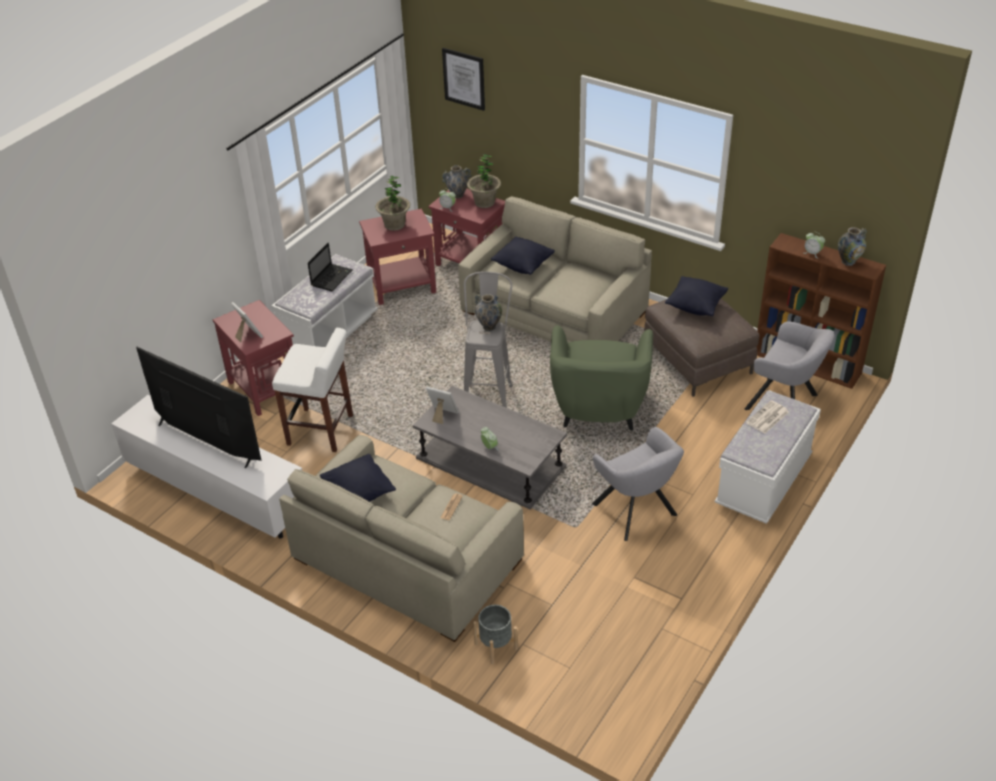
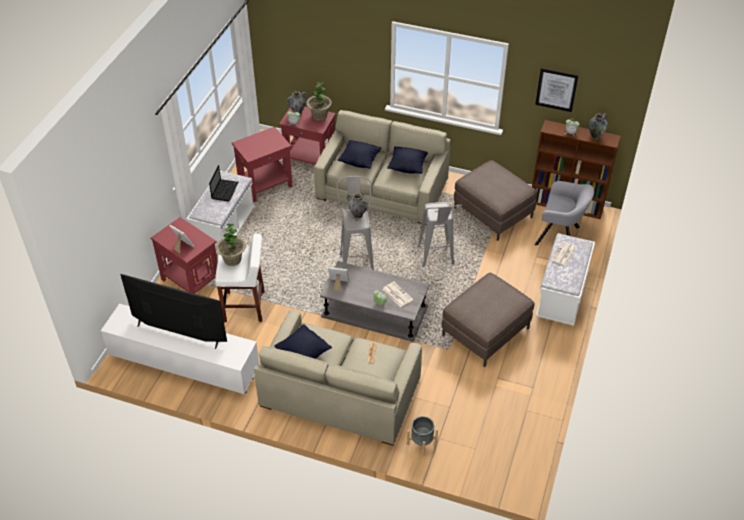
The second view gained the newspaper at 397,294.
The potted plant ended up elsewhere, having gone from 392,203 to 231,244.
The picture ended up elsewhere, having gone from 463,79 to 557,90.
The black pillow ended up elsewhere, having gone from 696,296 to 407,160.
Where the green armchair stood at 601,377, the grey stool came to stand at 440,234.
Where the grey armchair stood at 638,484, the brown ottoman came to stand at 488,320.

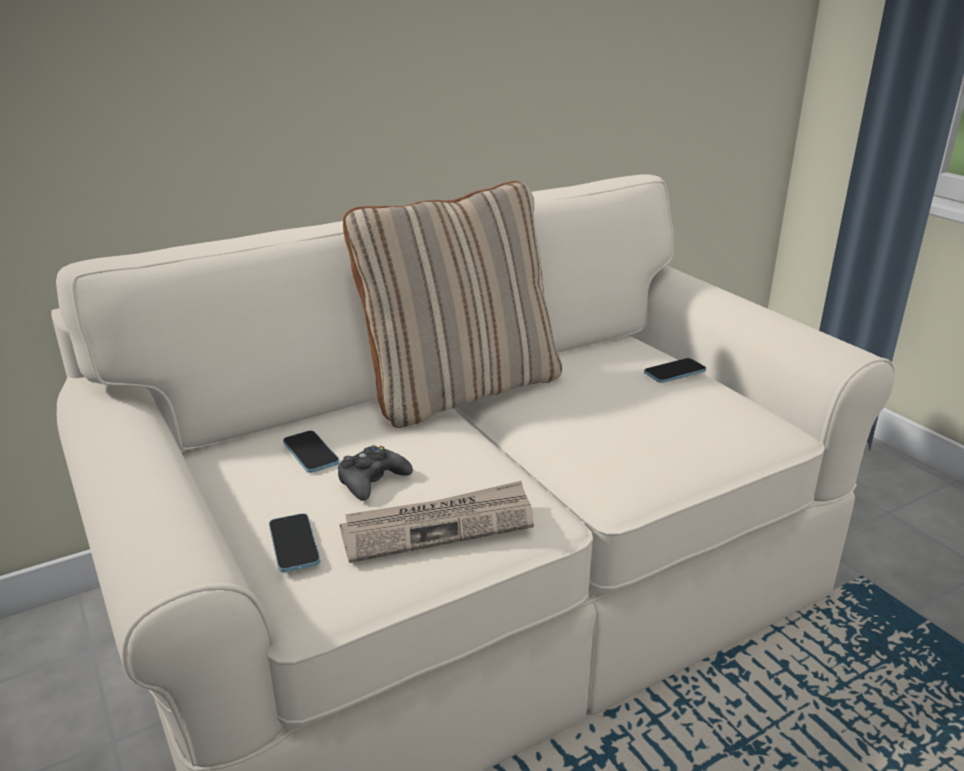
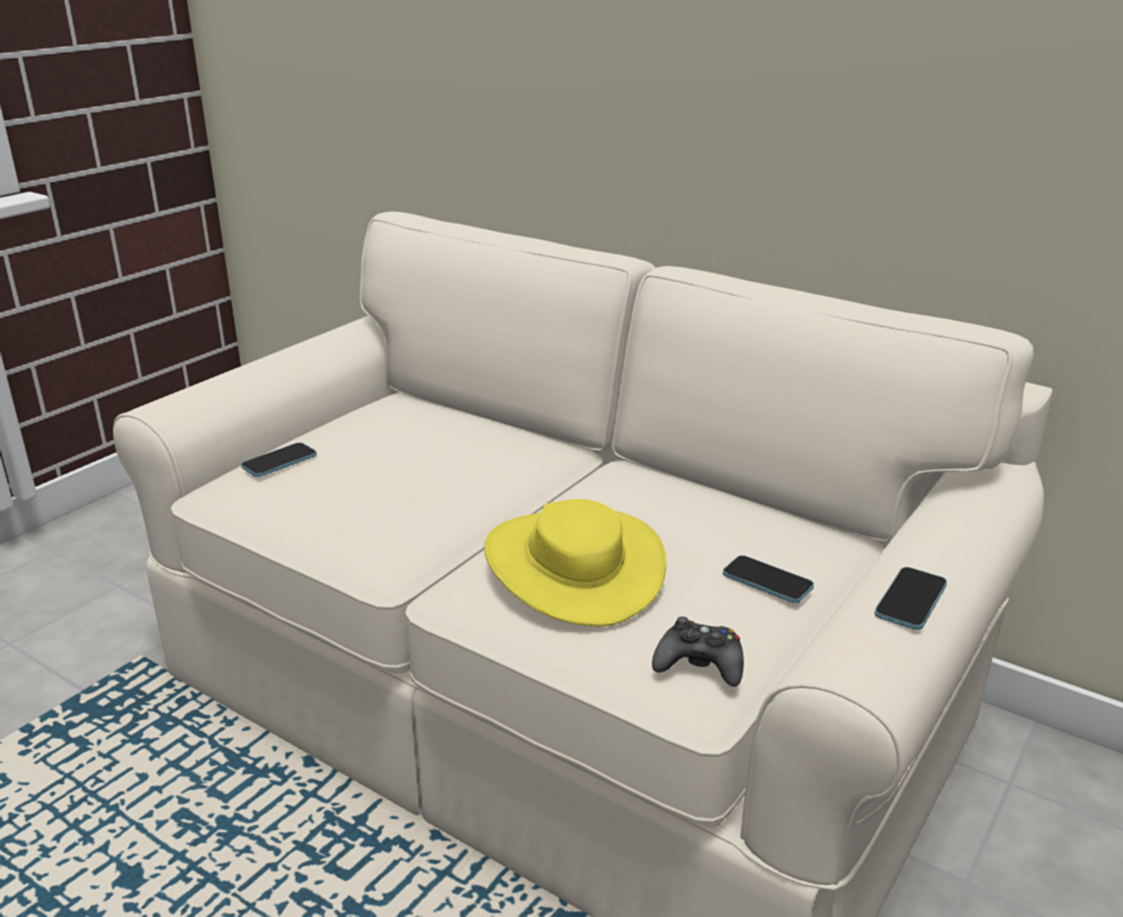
The second view lost the newspaper at 437,522.
The second view lost the beige pillow at 452,304.
The second view gained the yellow hat at 575,563.
The phone ended up elsewhere, having gone from 311,451 to 910,598.
The black game controller ended up elsewhere, having gone from 375,473 to 698,652.

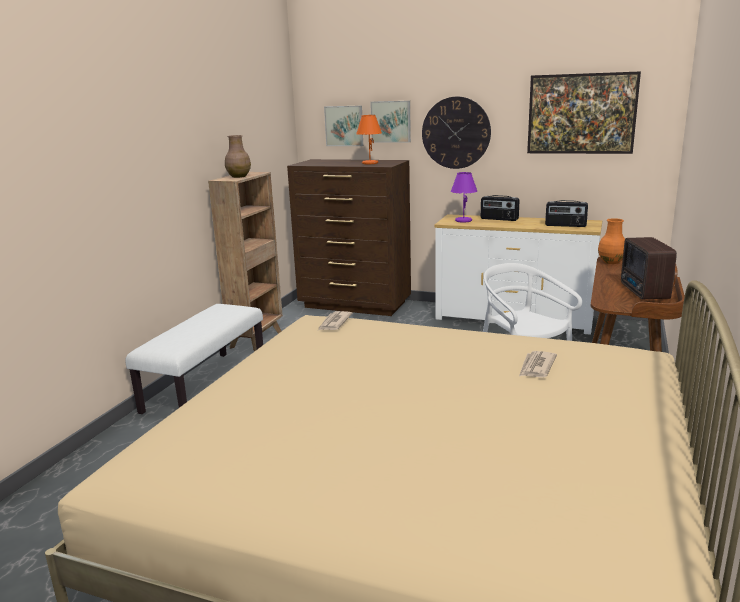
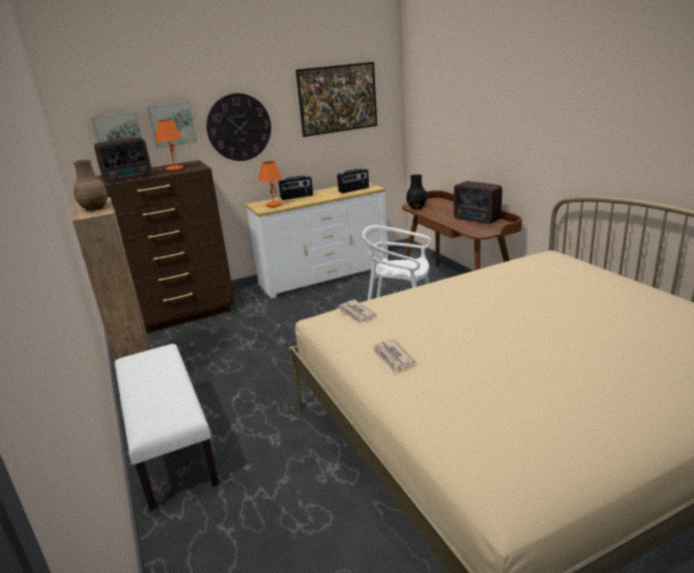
The second view gained the radio at 123,160.
The newspaper ended up elsewhere, having gone from 538,364 to 393,355.
What was the purple table lamp at 464,197 turned into the orange table lamp at 270,184.
What was the orange vase at 611,241 turned into the black vase at 416,191.

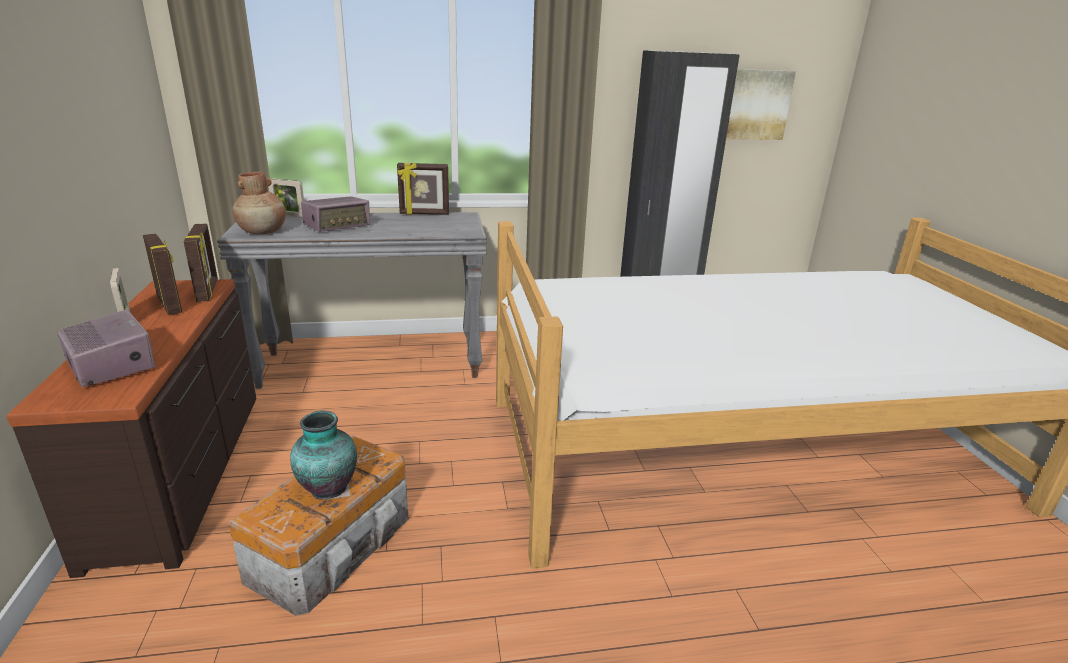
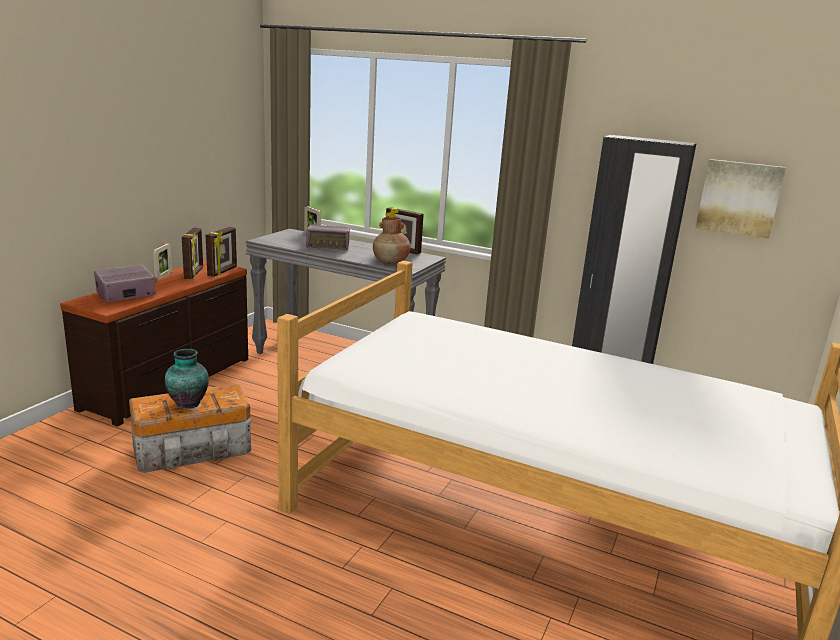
The brown vase ended up elsewhere, having gone from 259,203 to 391,240.
The radio at 106,348 ended up facing another way, 120 degrees counterclockwise from before.

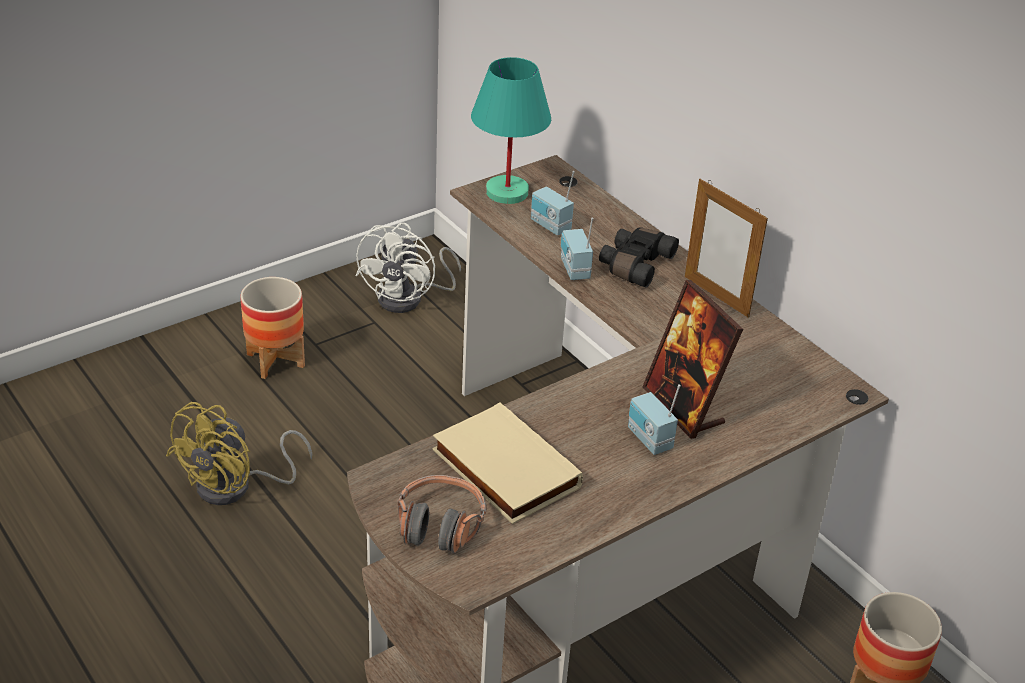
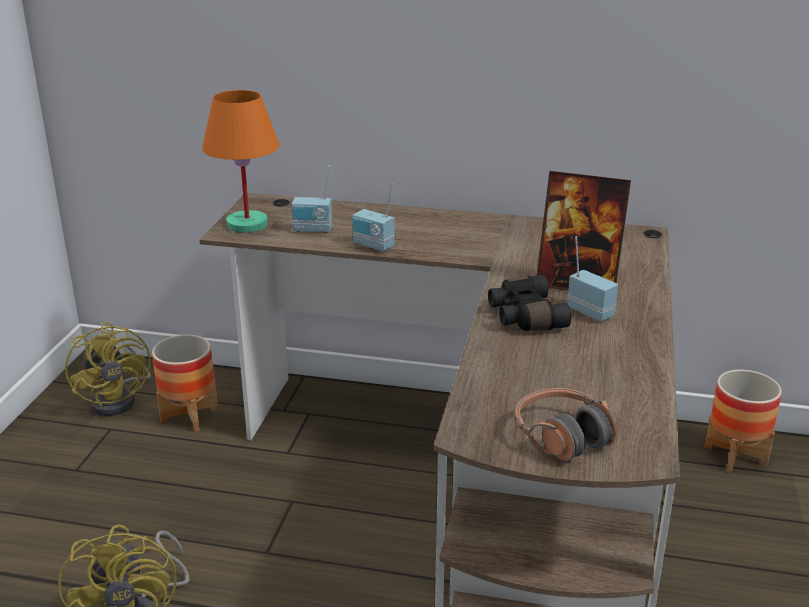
The second view lost the beige book at 507,463.
The second view lost the picture frame at 726,248.
The planter ended up elsewhere, having gone from 272,328 to 185,383.
The black binoculars ended up elsewhere, having gone from 639,257 to 529,303.
What was the white fan at 408,268 turned into the yellow fan at 108,369.
What was the turquoise table lamp at 511,130 turned into the orange table lamp at 241,161.
The radio at 654,419 ended up facing another way, 150 degrees counterclockwise from before.

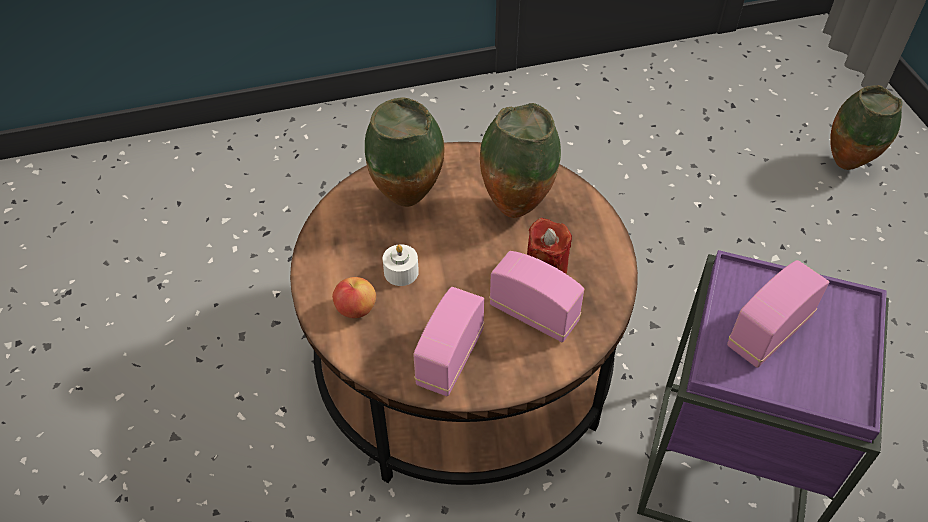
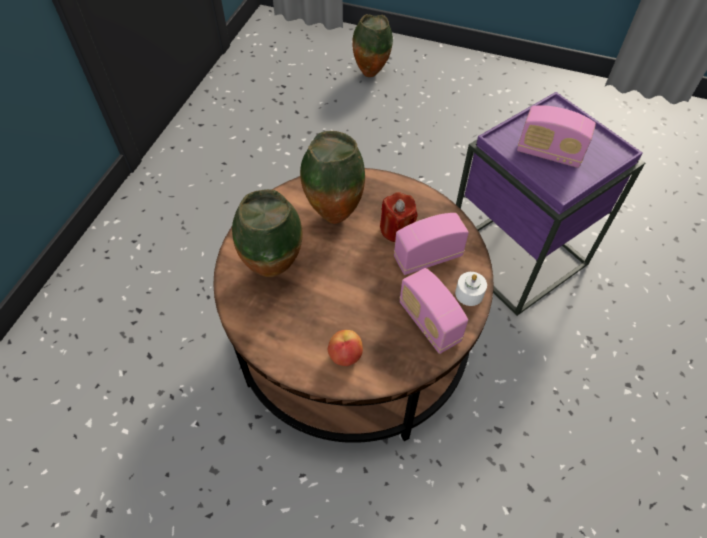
The white candle ended up elsewhere, having gone from 401,265 to 471,289.
The radio at 778,314 ended up facing another way, 60 degrees counterclockwise from before.

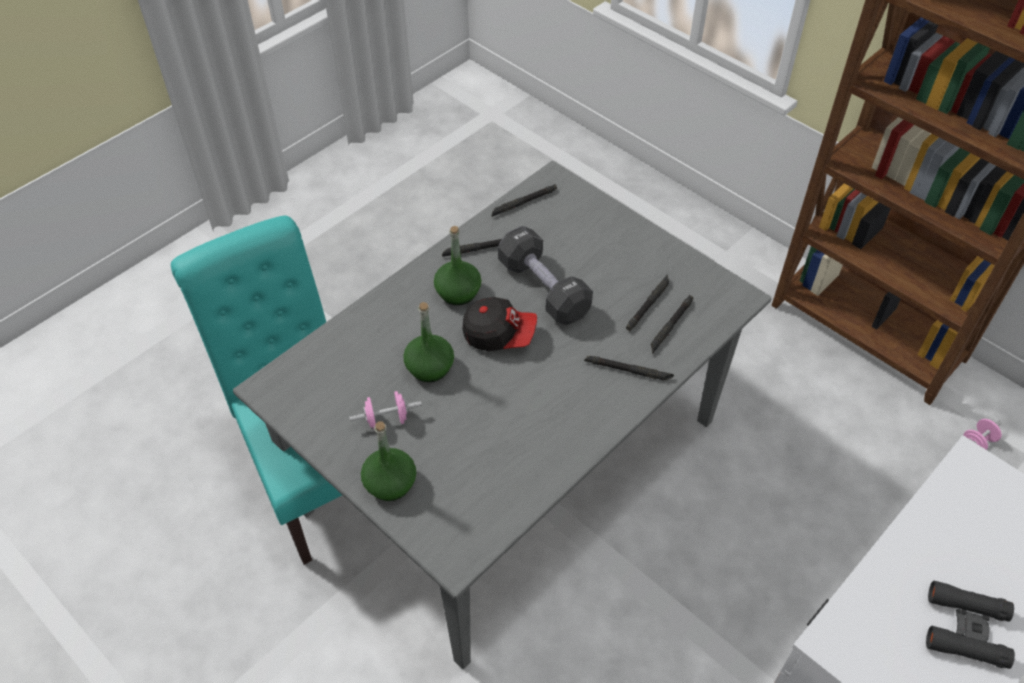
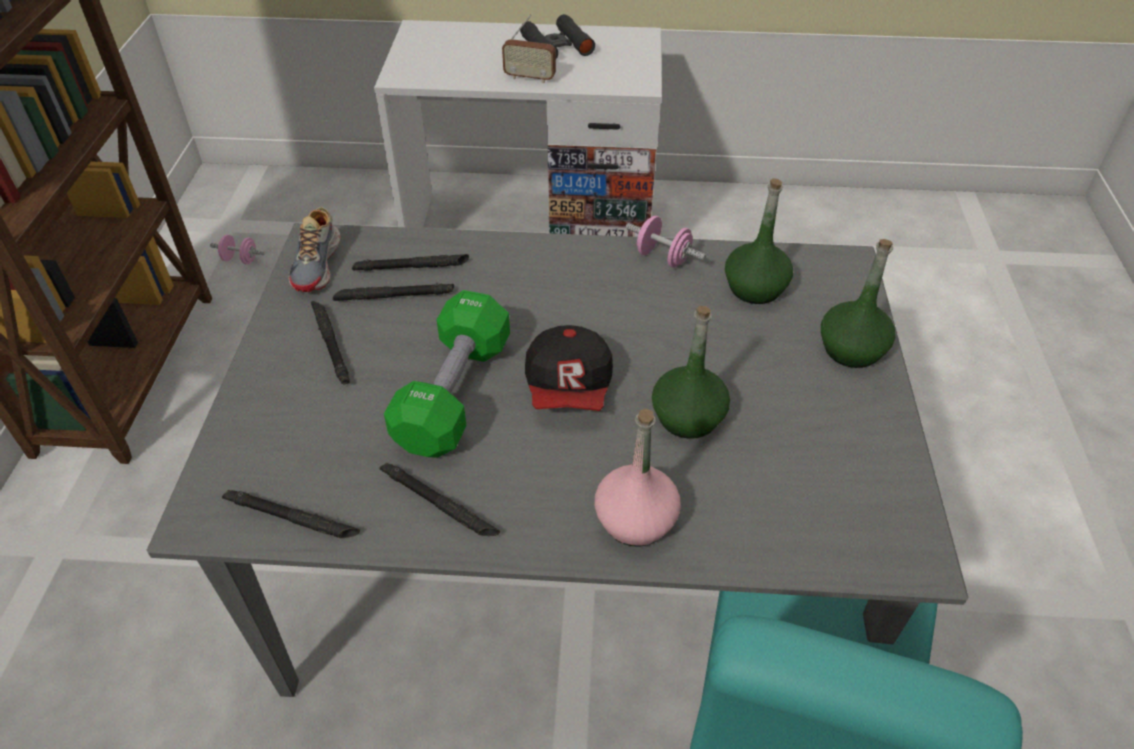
The second view gained the shoe at 315,249.
The second view gained the radio at 529,48.
The second view gained the pink bottle at 638,477.
The pink dumbbell ended up elsewhere, having gone from 385,410 to 666,242.
The green bottle ended up elsewhere, having gone from 457,265 to 759,241.
The black flashlight ended up elsewhere, having gone from 629,368 to 330,342.
What was the black dumbbell at 545,275 turned into the green dumbbell at 447,373.
The cap at 500,324 ended up facing another way, 150 degrees counterclockwise from before.

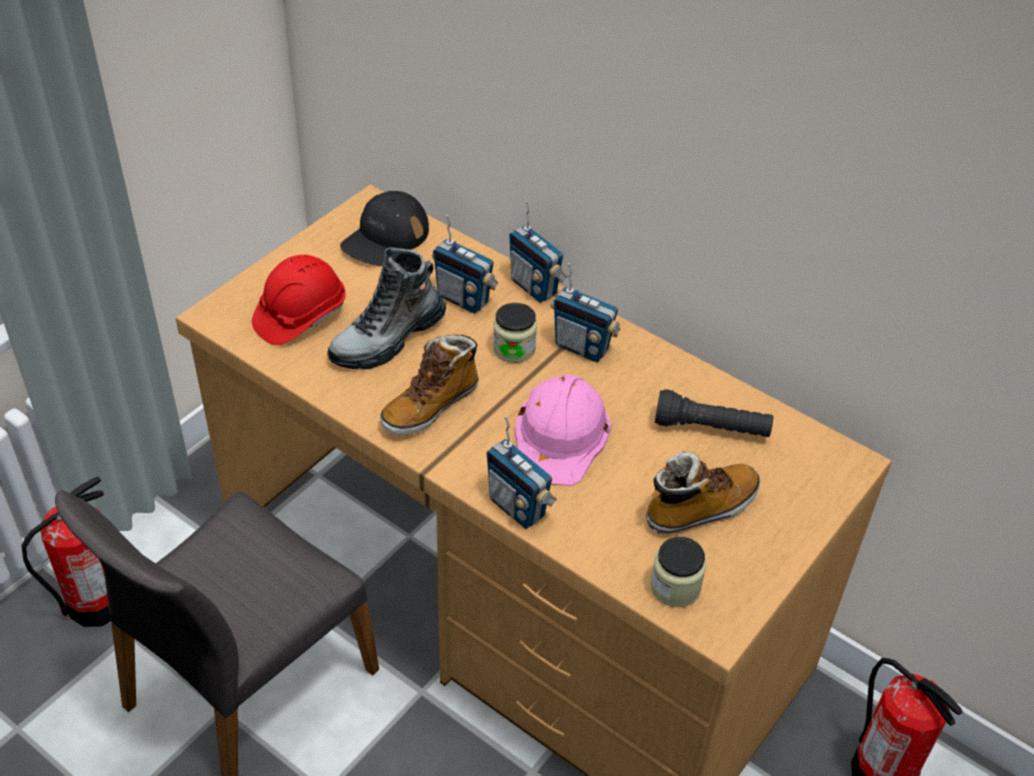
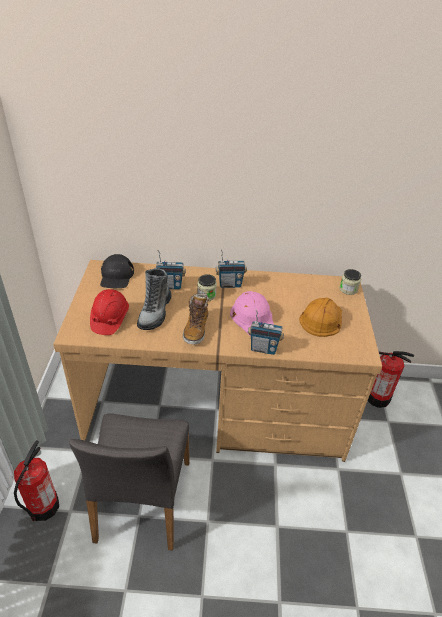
The second view lost the radio at 538,252.
The second view lost the black flashlight at 714,413.
The jar ended up elsewhere, having gone from 678,572 to 350,282.
Where the boot stood at 703,492, the orange hard hat came to stand at 320,317.

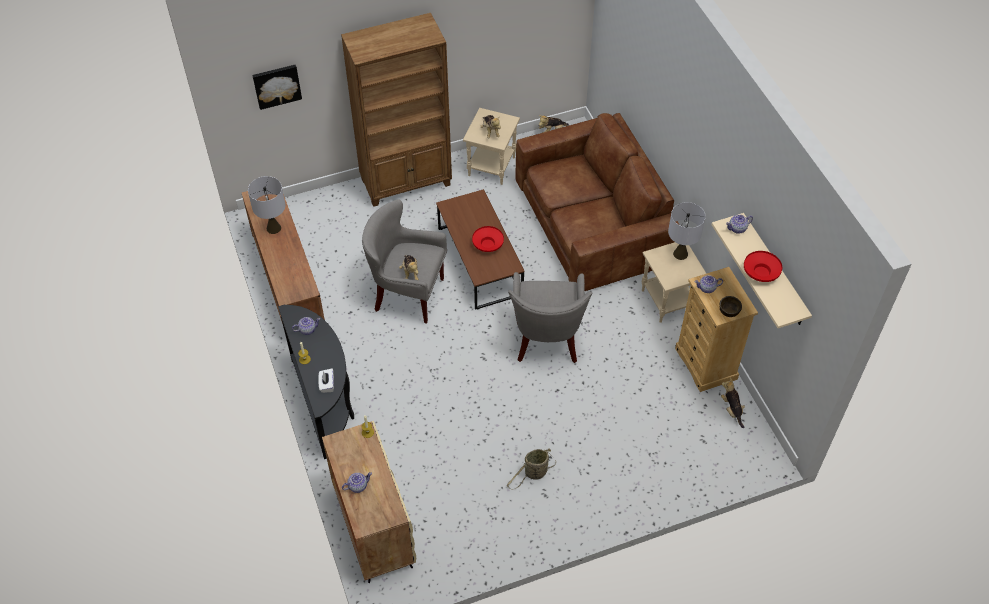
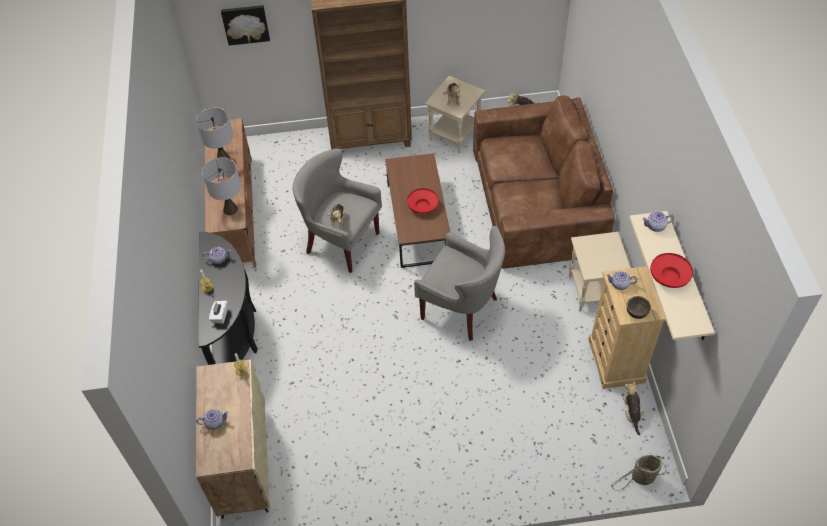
The basket ended up elsewhere, having gone from 531,469 to 638,473.
The grey table lamp ended up elsewhere, having gone from 687,231 to 221,186.
The grey armchair at 550,317 ended up facing another way, 75 degrees counterclockwise from before.

